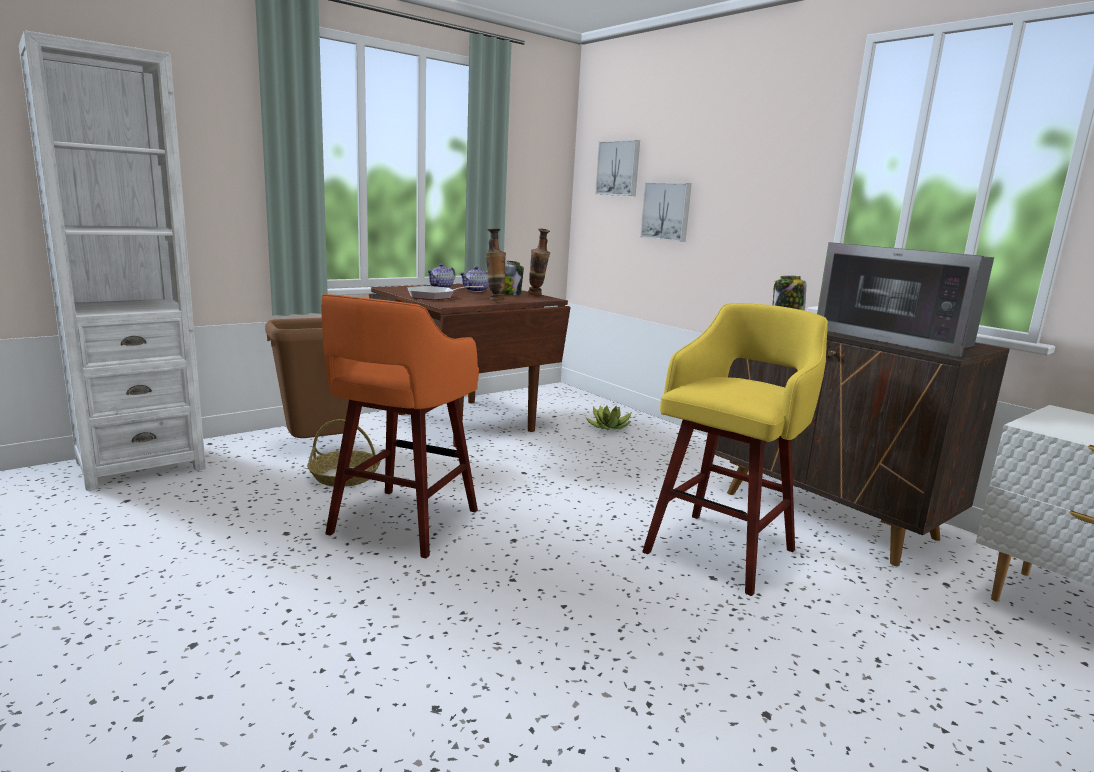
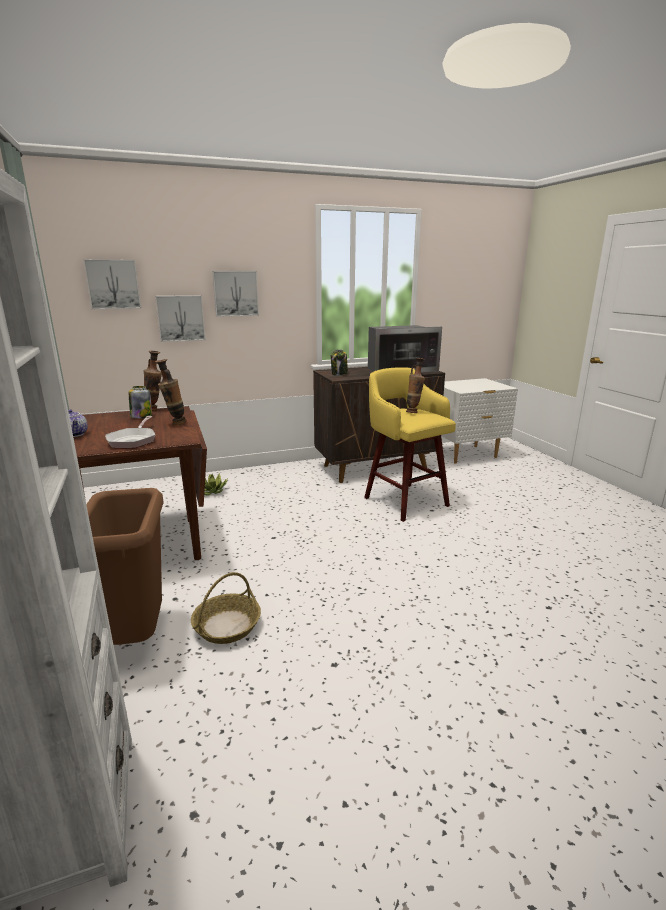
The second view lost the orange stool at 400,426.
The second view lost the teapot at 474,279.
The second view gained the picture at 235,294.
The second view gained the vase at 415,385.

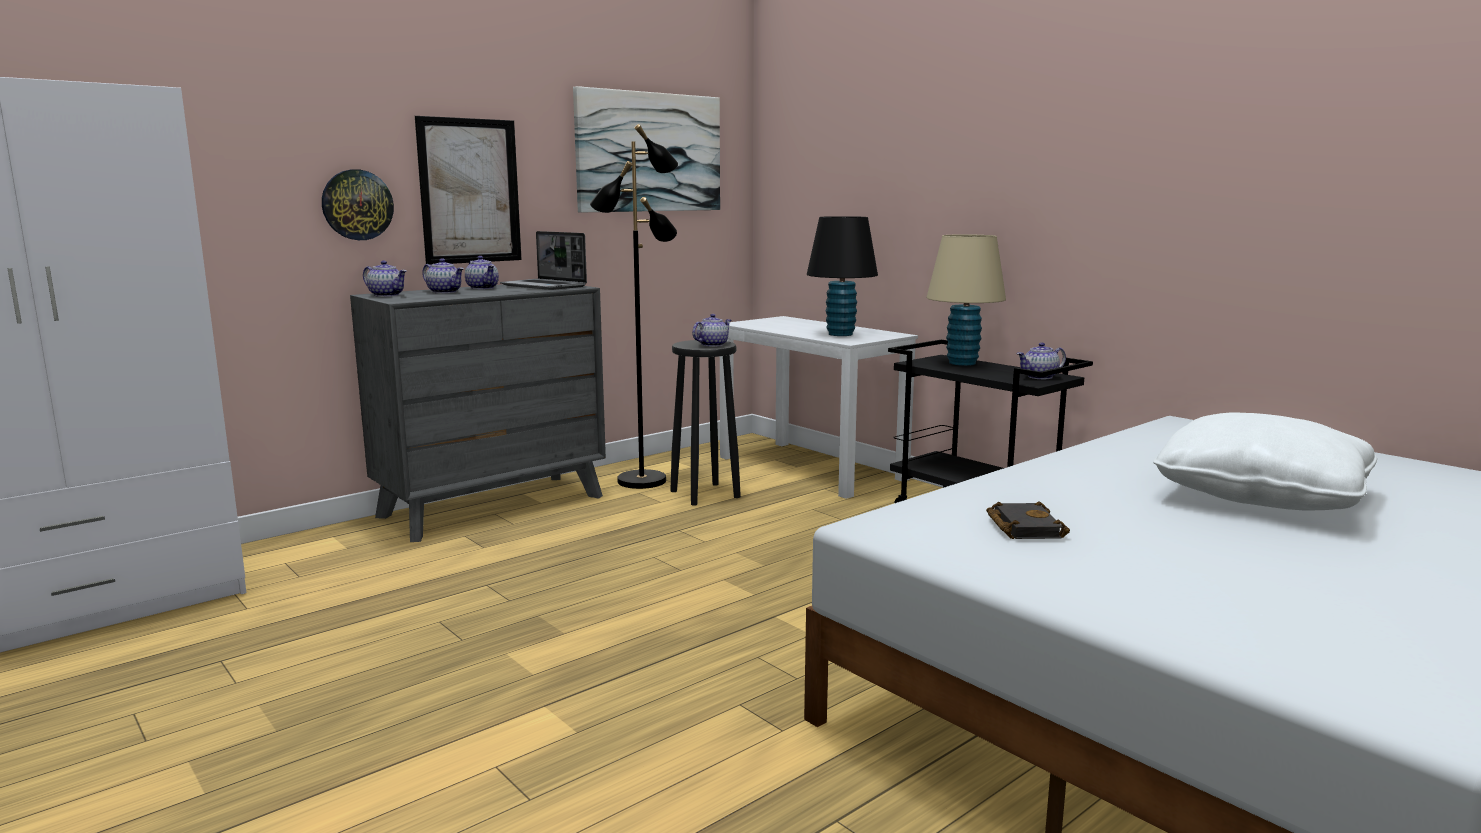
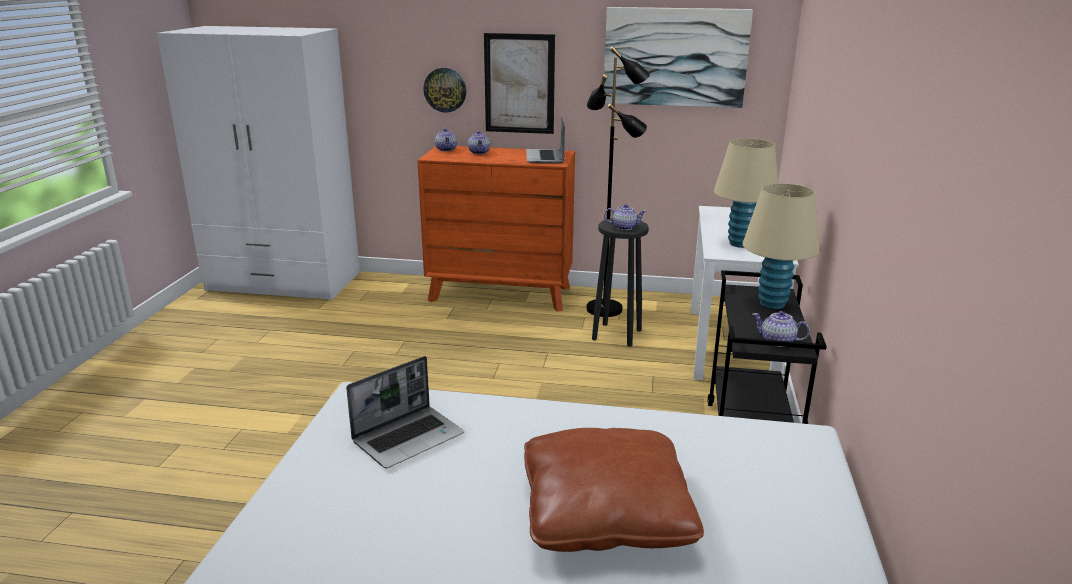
The second view lost the teapot at 482,272.
Where the black book stood at 1028,520, the laptop came to stand at 405,412.
What was the grey dresser at 478,413 turned into the orange dresser at 496,229.
What was the black table lamp at 842,276 turned into the beige table lamp at 746,193.
What was the white pillow at 1265,461 turned into the brown pillow at 614,490.

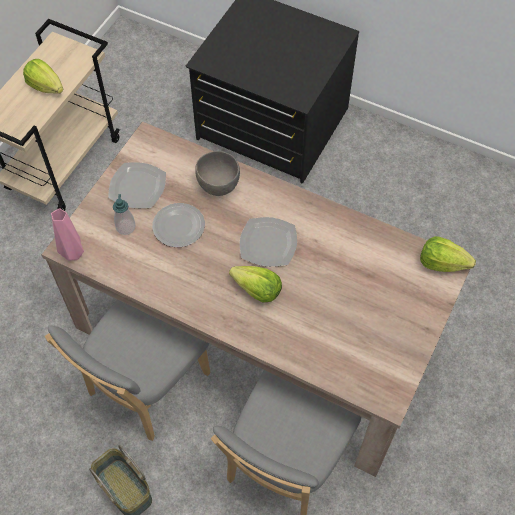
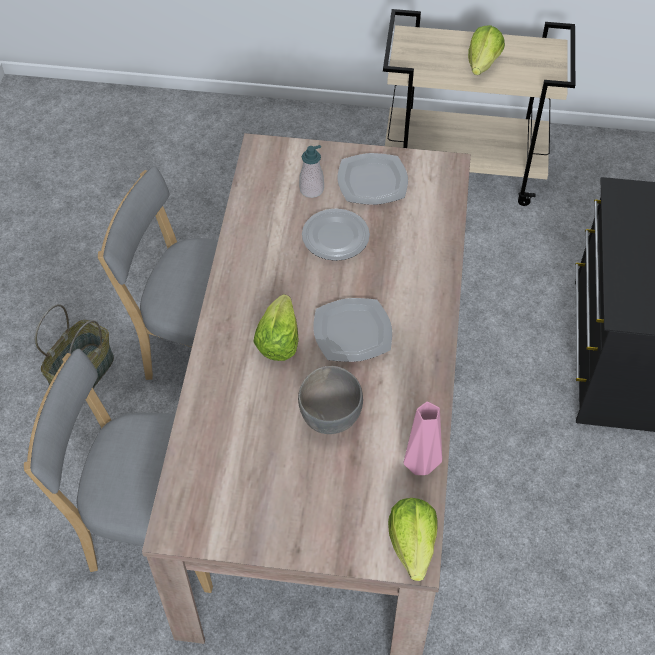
The pink vase ended up elsewhere, having gone from 67,234 to 422,438.
The grey bowl ended up elsewhere, having gone from 217,173 to 330,400.

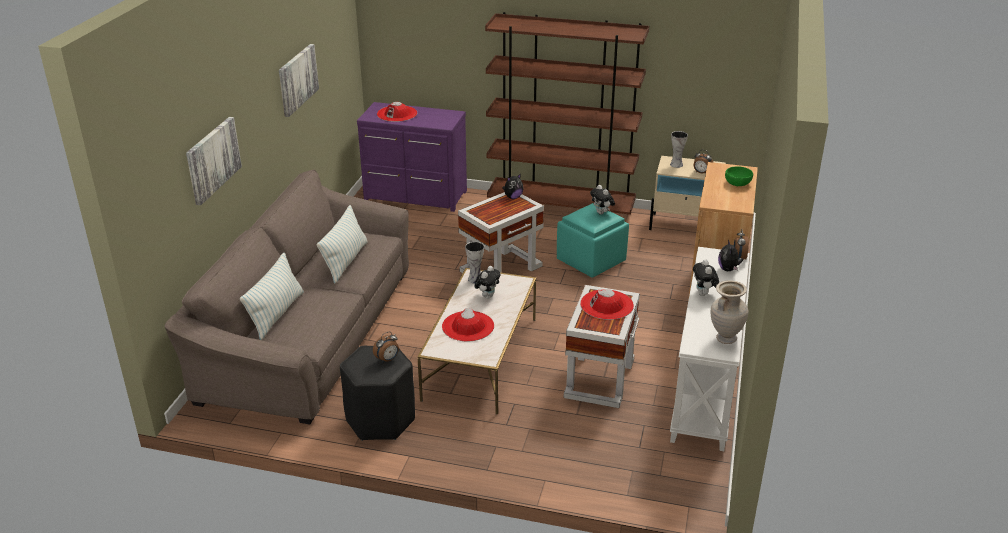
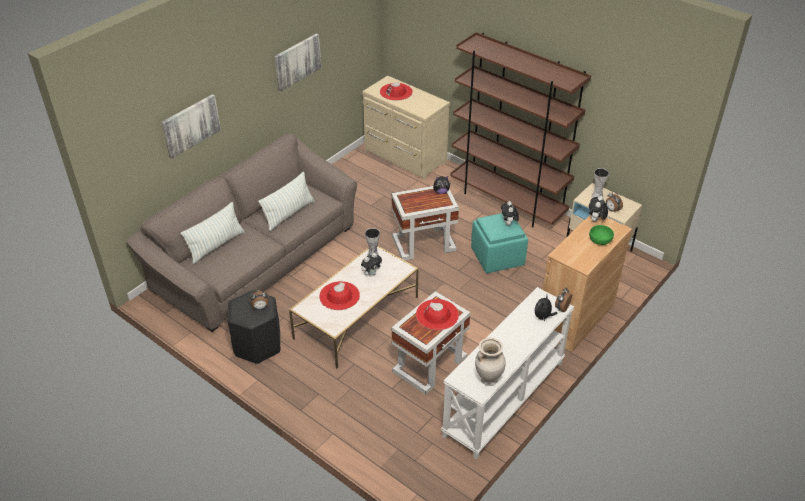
The plush toy ended up elsewhere, having gone from 706,277 to 598,209.
What was the purple dresser at 412,157 turned into the beige dresser at 406,128.

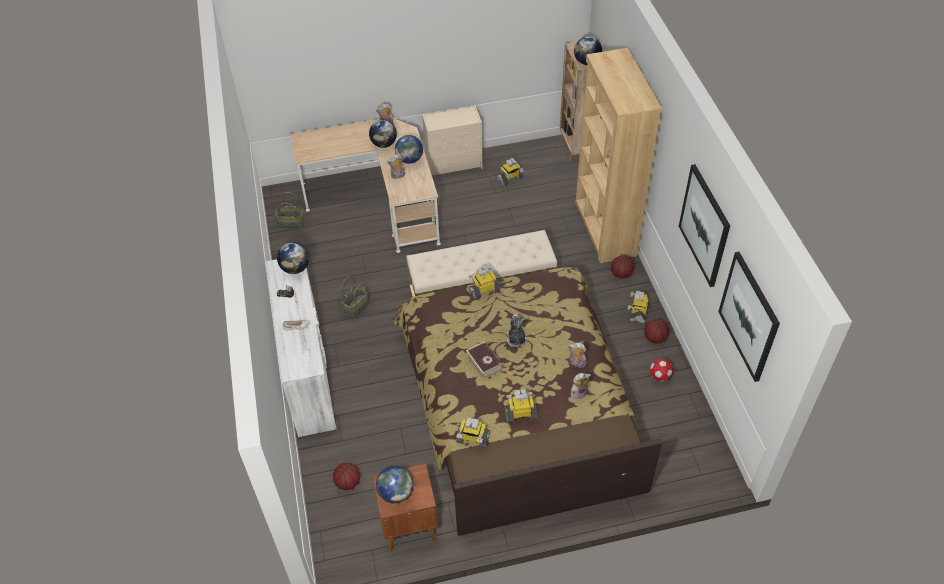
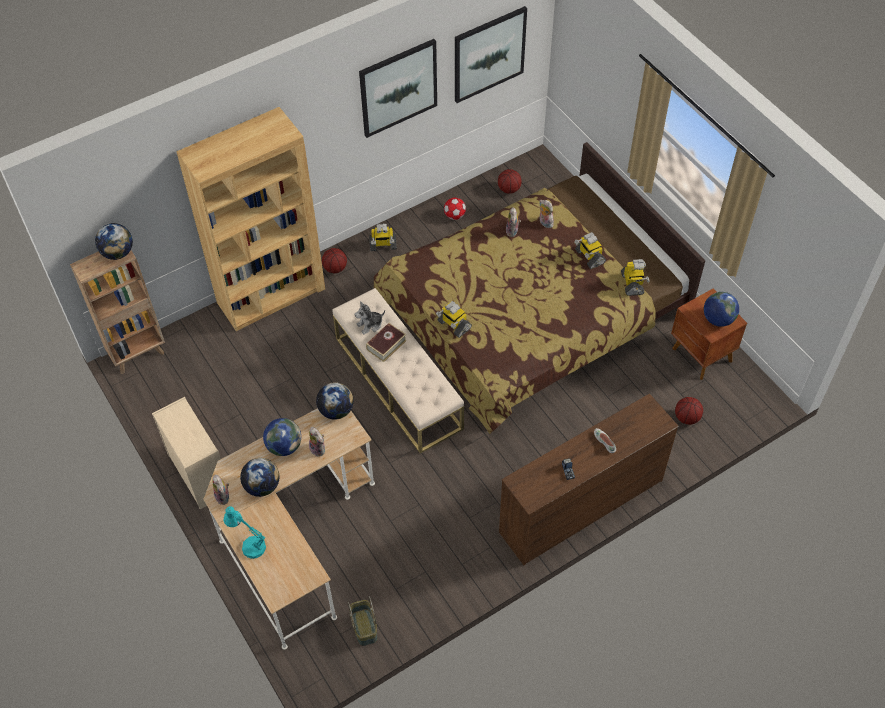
The second view lost the basket at 355,297.
The second view lost the toy robot at 510,172.
The second view gained the turquoise table lamp at 244,532.
The globe ended up elsewhere, having gone from 293,258 to 334,401.
The book ended up elsewhere, having gone from 484,360 to 386,342.
The plush toy ended up elsewhere, having gone from 517,330 to 370,318.
The basketball ended up elsewhere, having gone from 656,331 to 510,181.
What was the white dresser at 301,348 turned into the brown dresser at 588,479.

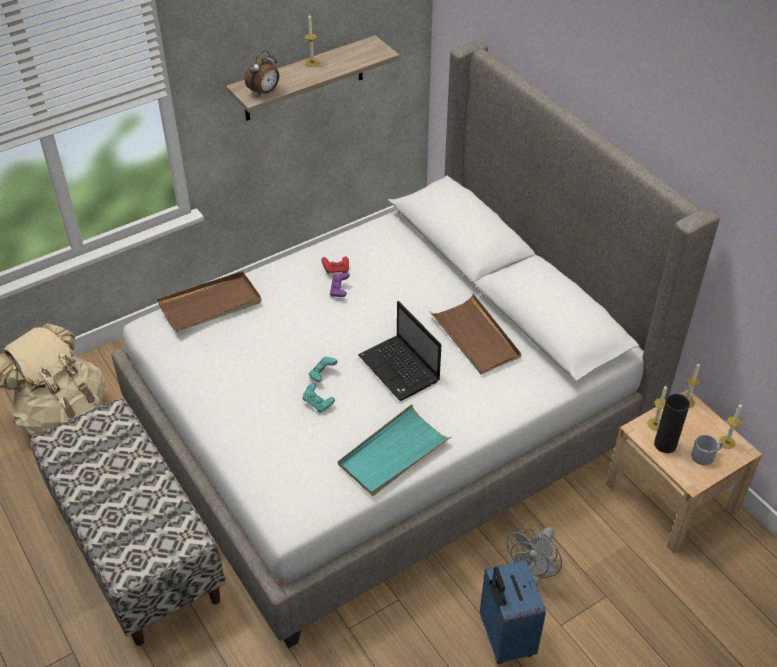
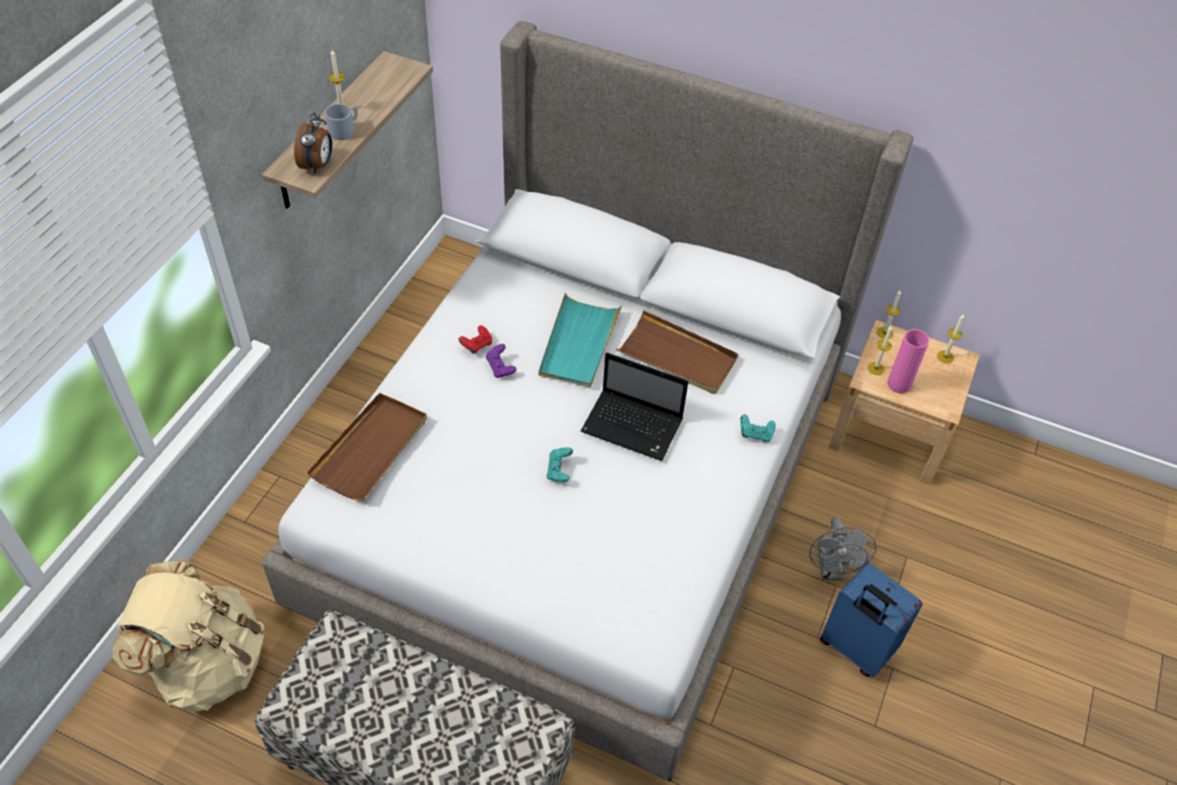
The turquoise game controller ended up elsewhere, having gone from 319,398 to 758,428.
The turquoise tray ended up elsewhere, having gone from 394,450 to 580,340.
The grey mug ended up elsewhere, having gone from 707,450 to 341,122.
What was the black vase at 672,423 turned into the pink vase at 908,361.

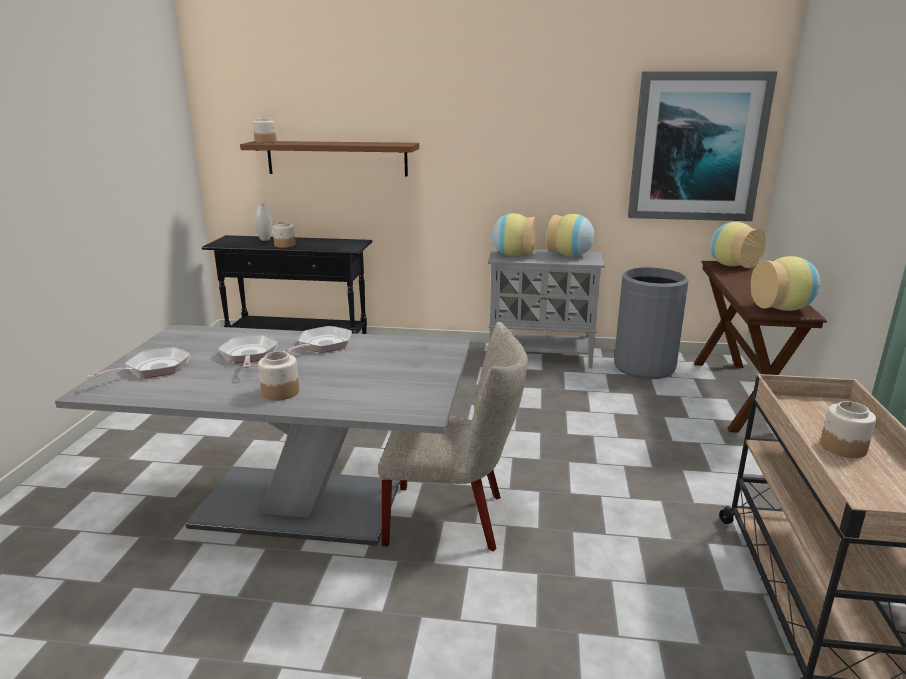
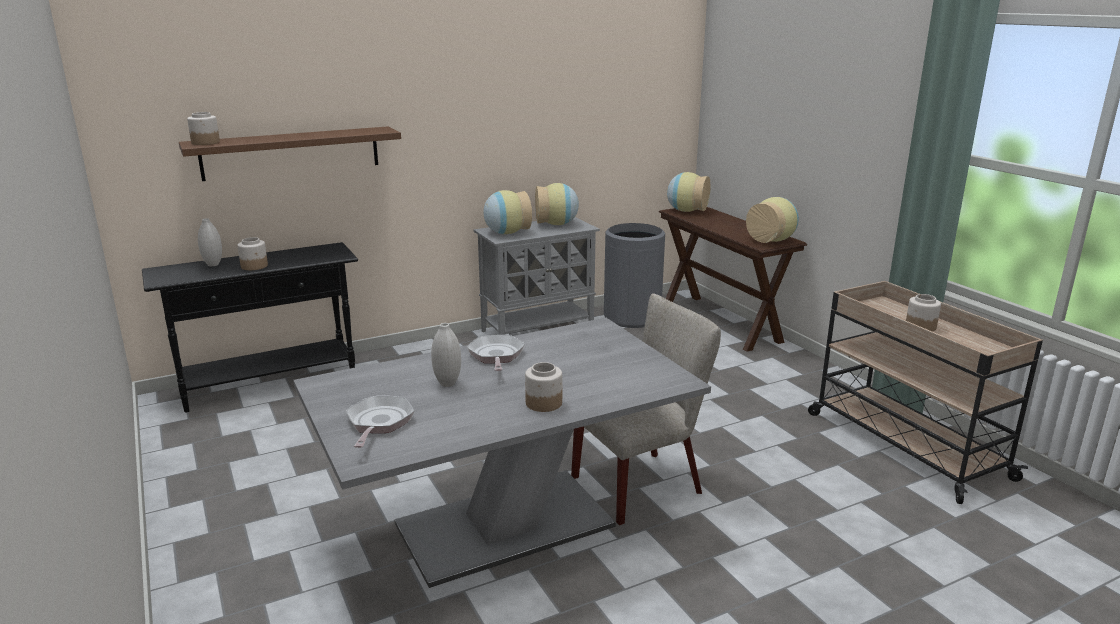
The second view lost the picture at 702,146.
Where the frying pan stood at 248,351, the white vase came to stand at 446,355.

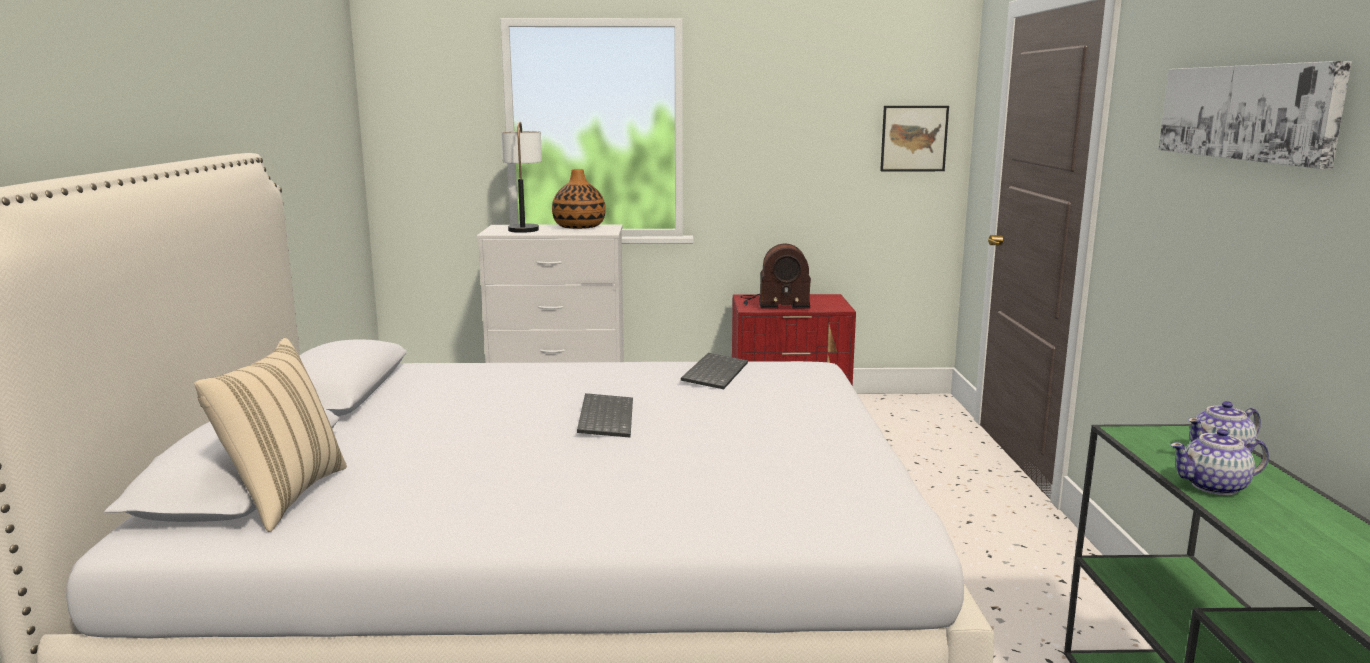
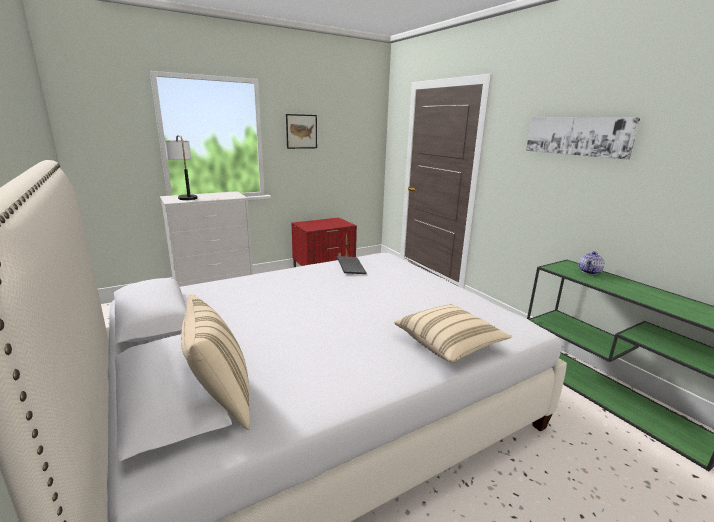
The second view lost the vase at 579,199.
The second view lost the keyboard at 605,415.
The second view lost the radio at 776,276.
The second view lost the teapot at 1219,462.
The second view gained the beige pillow at 453,333.
The picture ended up elsewhere, having gone from 914,138 to 301,131.

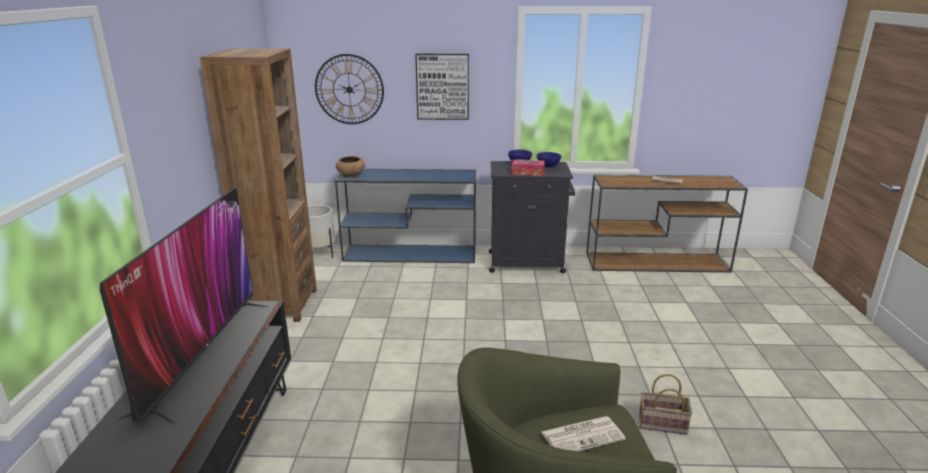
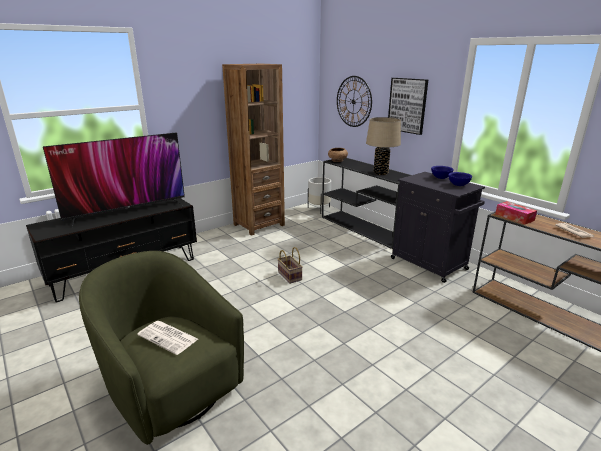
The second view gained the beige table lamp at 383,146.
The tissue box ended up elsewhere, having gone from 528,167 to 516,212.
The basket ended up elsewhere, having gone from 665,404 to 290,265.
What was the blue console table at 405,216 turned into the black console table at 366,203.

